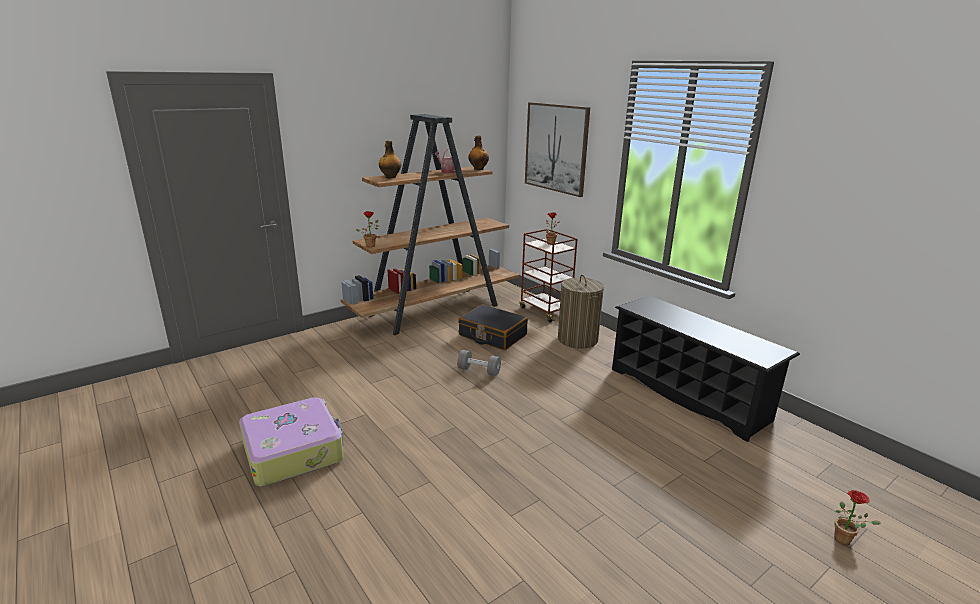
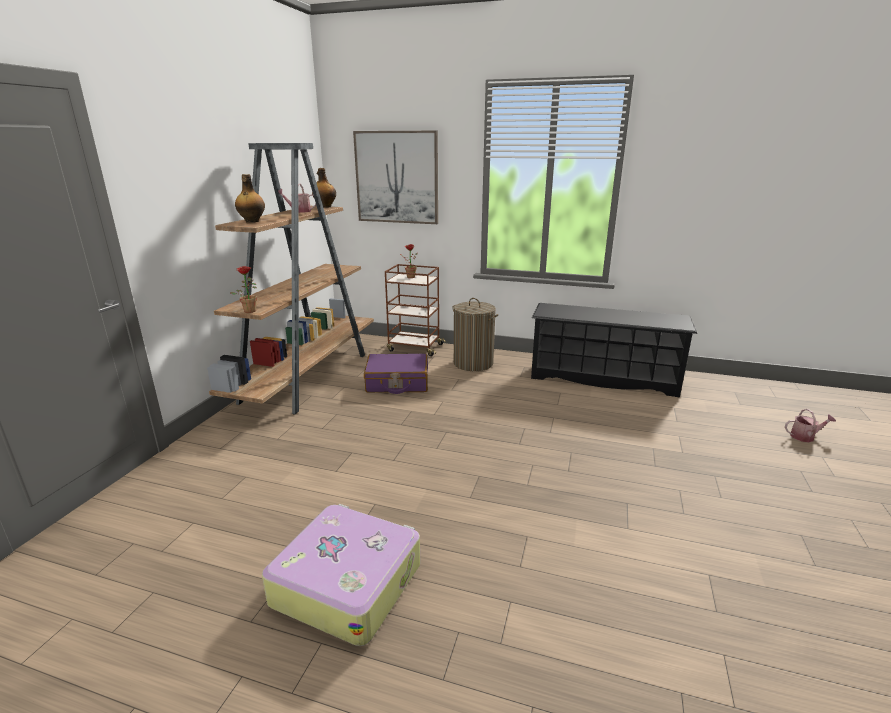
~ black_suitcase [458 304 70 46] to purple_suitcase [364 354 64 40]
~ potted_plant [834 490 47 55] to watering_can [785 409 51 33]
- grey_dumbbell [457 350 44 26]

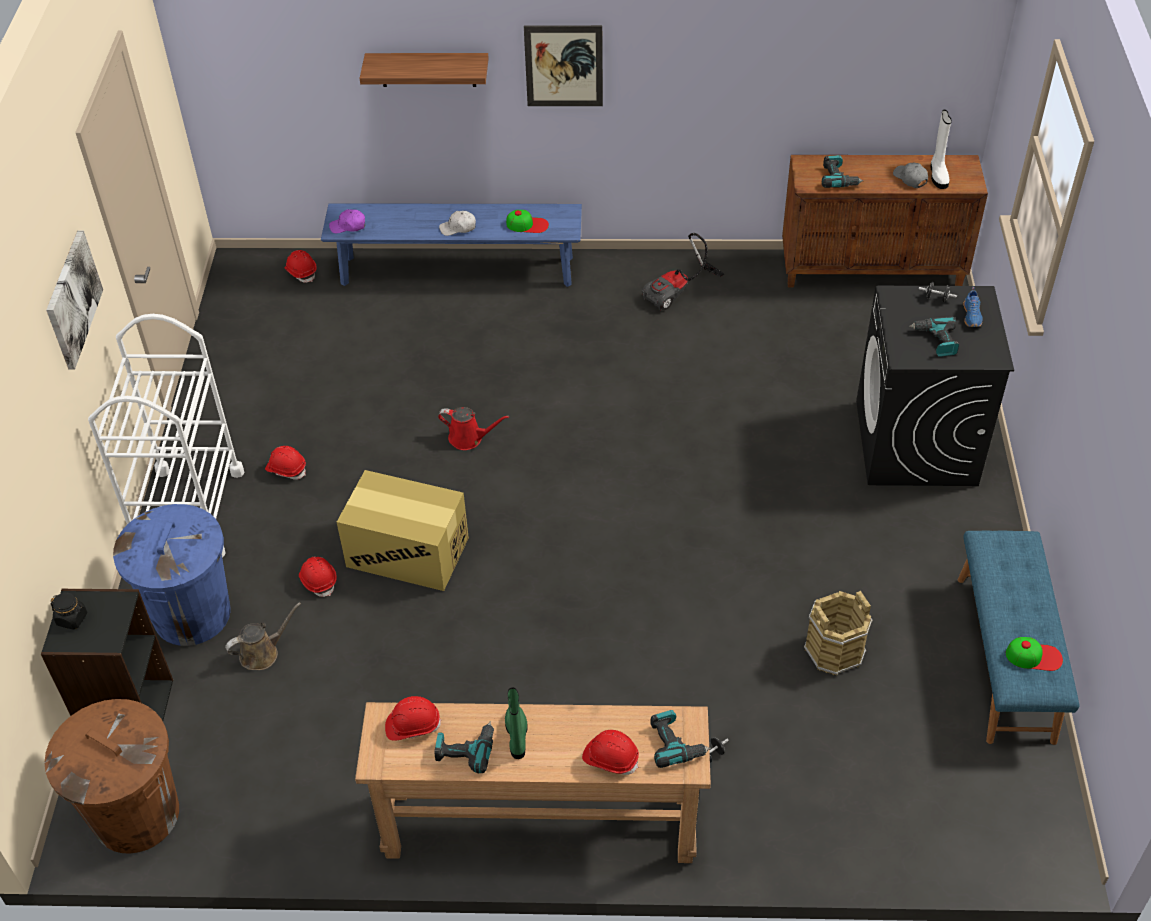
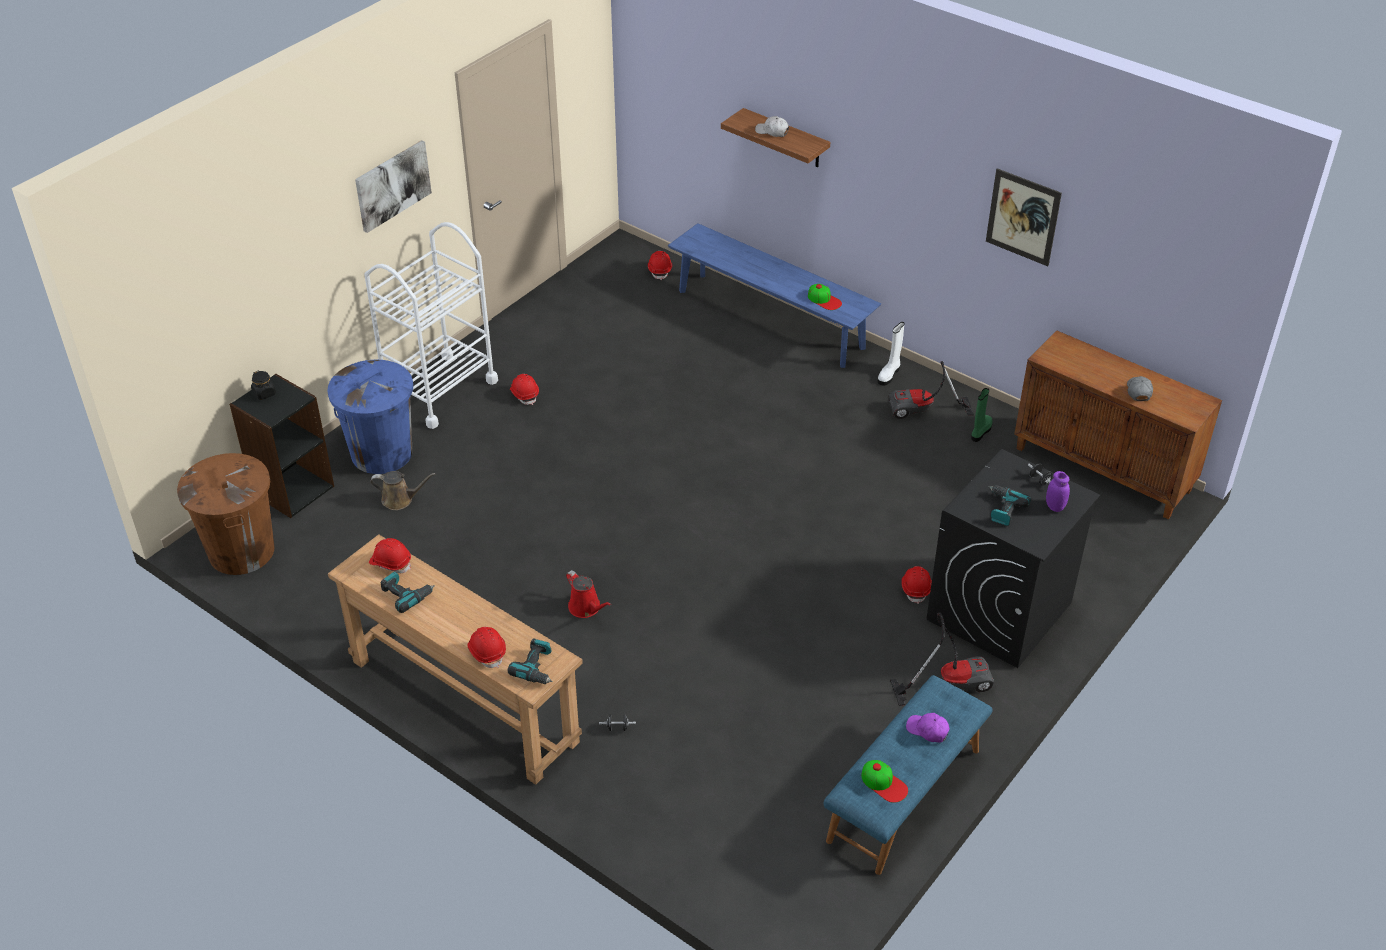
~ red_watering_can [438 407 71 43] to [566 570 45 48]
~ white_cap [439 211 37 25] to [755 116 34 21]
~ white_boot [930 110 22 79] to [878 322 27 64]
+ vacuum_cleaner [890 612 104 94]
~ red_hard_hat [299 557 38 40] to [901 566 31 38]
~ purple_cap [329 209 36 24] to [906 713 44 30]
~ green_boot [505 687 22 72] to [971 388 22 54]
~ picture [524 25 79 81] to [986 168 76 98]
~ blue_shoe [963 287 20 40] to purple_jar [1046 471 24 41]
- cardboard_box [337 470 132 121]
- brown_bucket [804 591 69 84]
- power_drill [822 155 41 33]

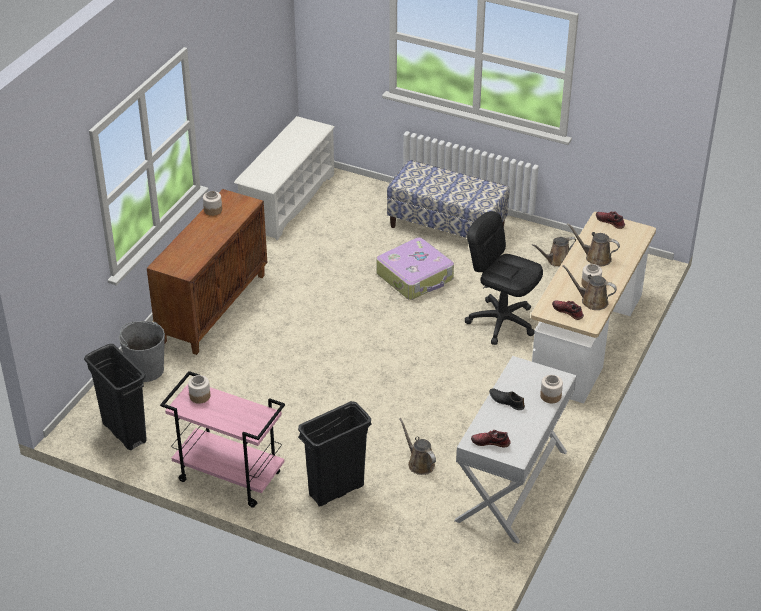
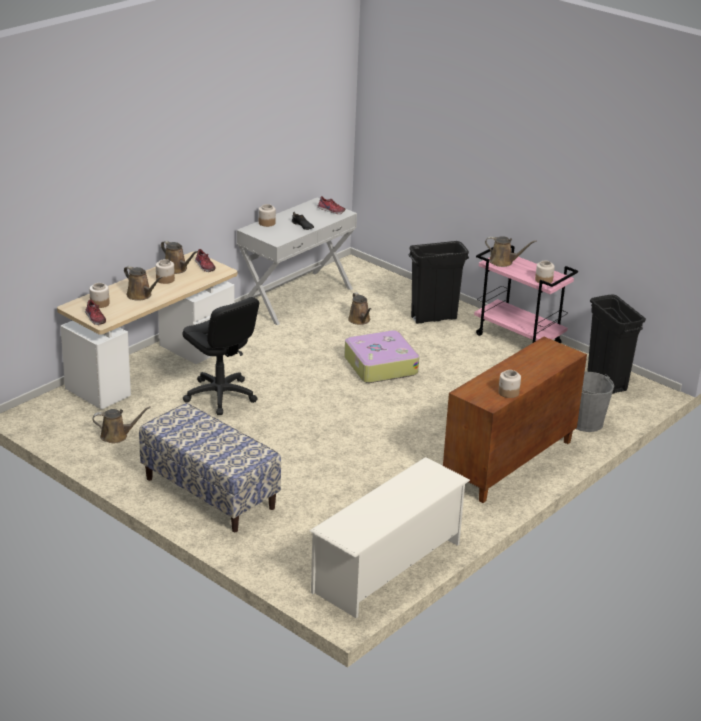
+ jar [89 283 21 25]
~ suitcase [376 237 78 63] to [344 330 75 53]
+ brown_watering_can [485 236 51 31]

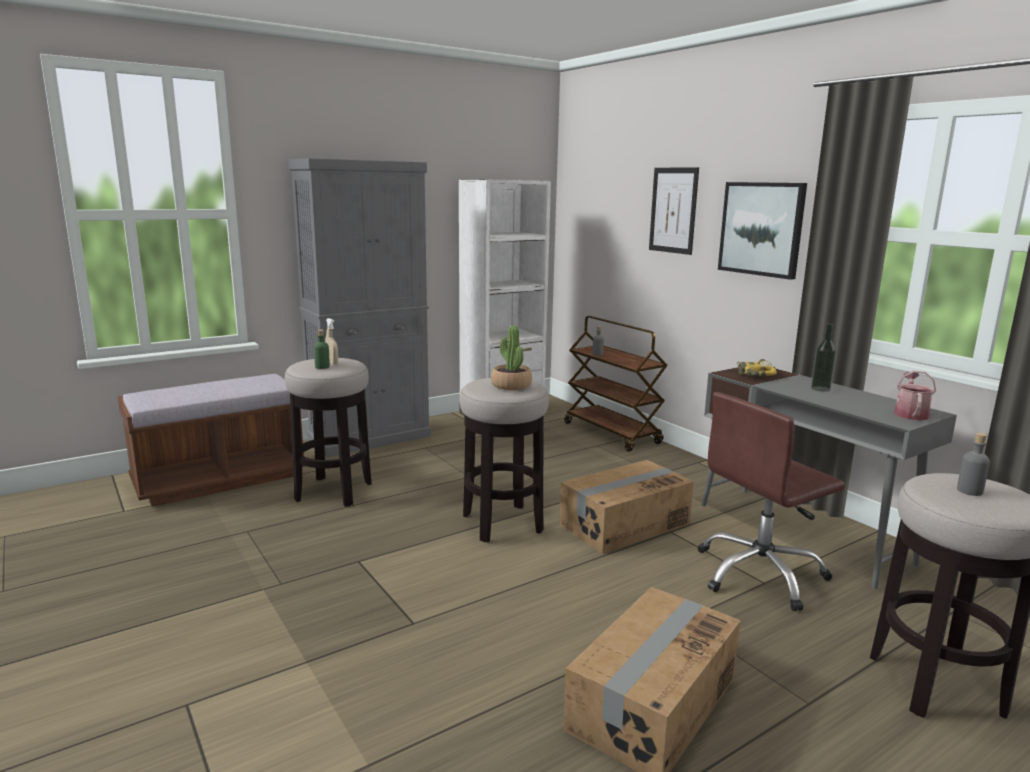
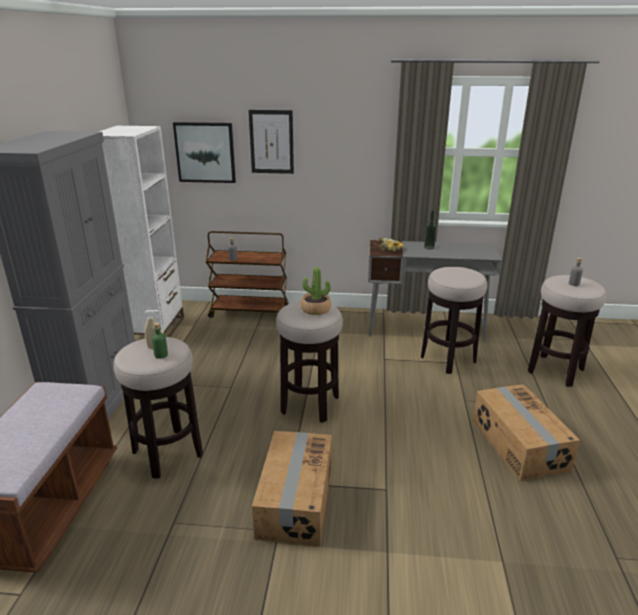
~ picture [718 182 89 98] to [173 122 63 61]
~ cardboard_box [560 460 134 94] to [252 431 80 116]
~ brown_office_chair [697 392 148 219] to stool [421 267 66 107]
- watering_can [894 371 42 49]

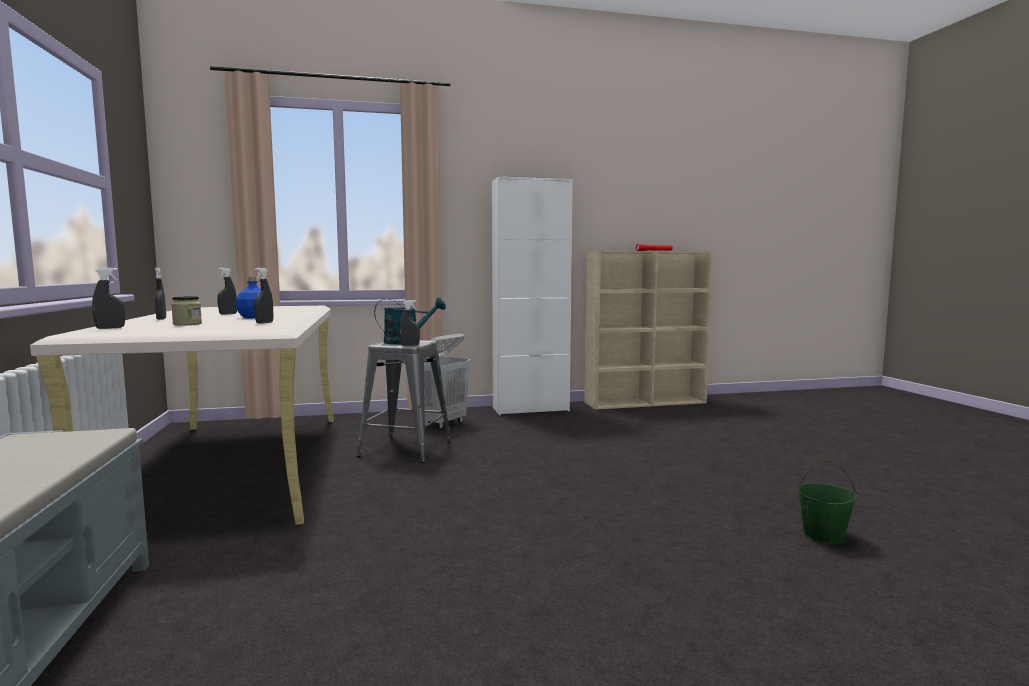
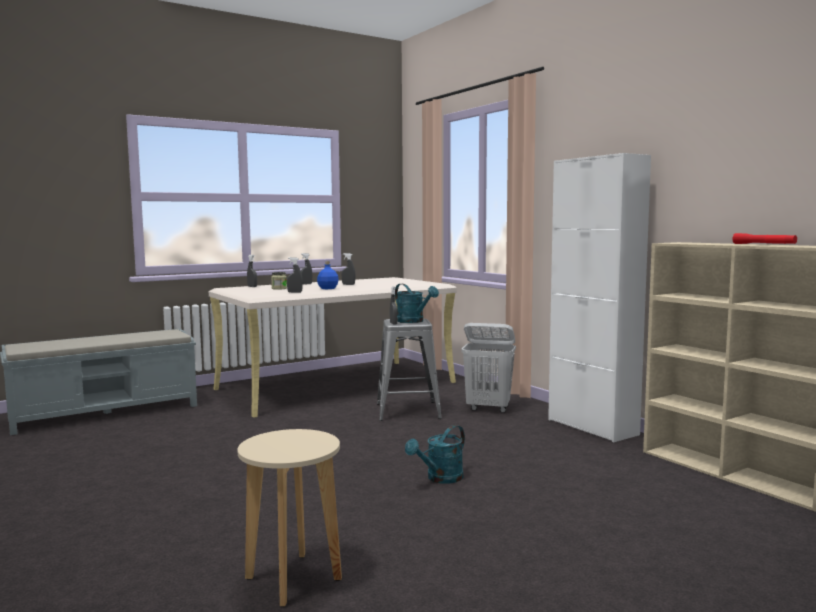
~ green_bucket [798 461 59 83] to beige_stool [237 429 105 178]
+ turquoise_watering_can [405 425 60 59]

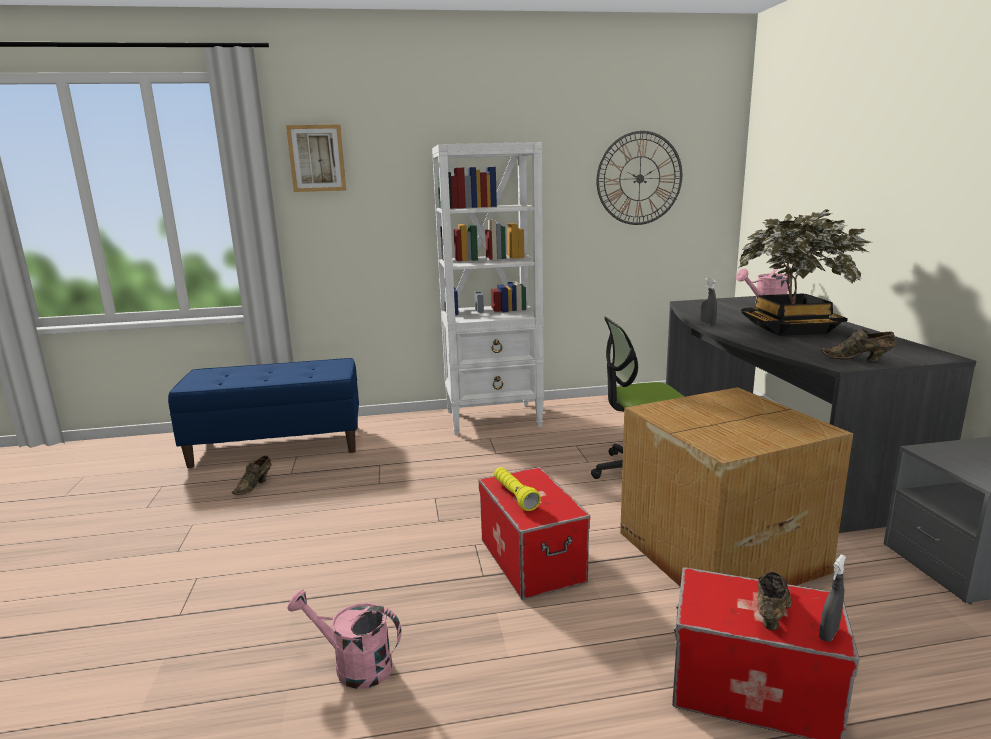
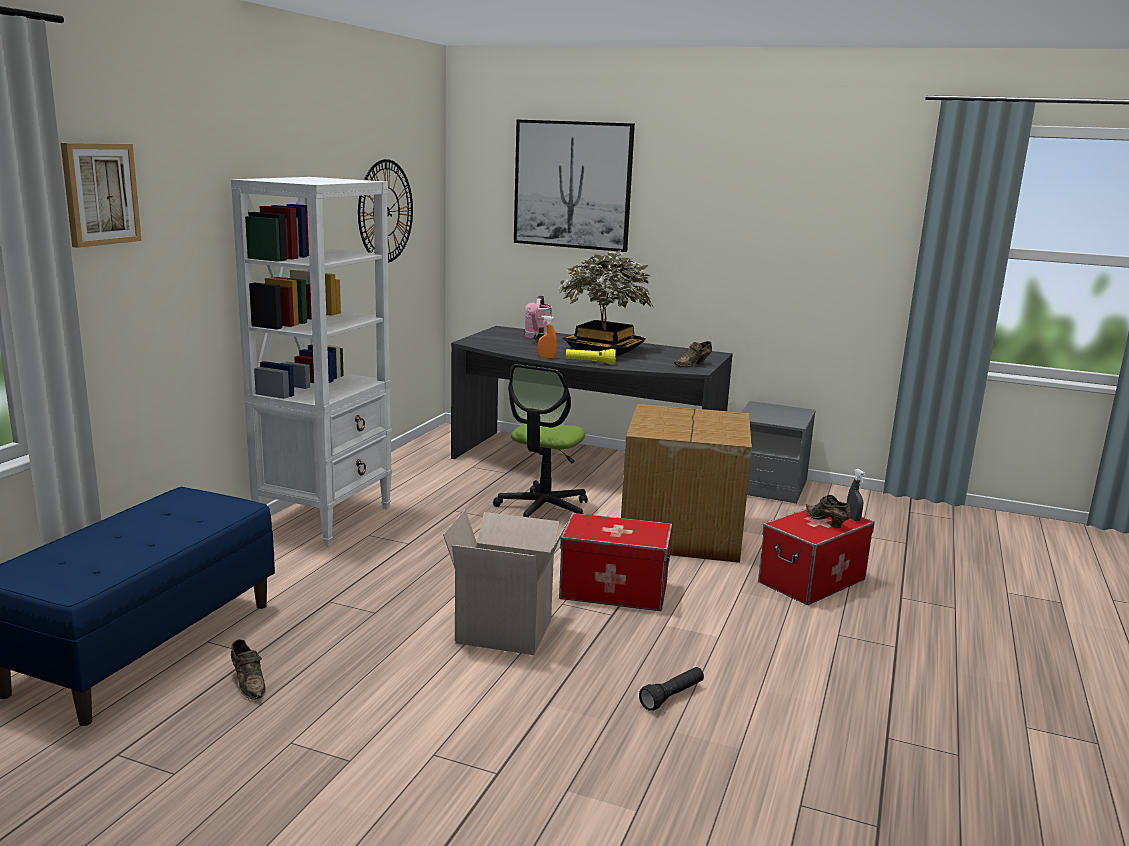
+ cardboard_box [443 509 125 146]
+ picture [514 120 121 132]
~ grey_spray_bottle [701 278 16 47] to orange_spray_bottle [538 316 19 43]
~ yellow_flashlight [494 467 47 44] to [566 349 50 16]
~ pink_watering_can [288 590 113 99] to black_flashlight [639 667 65 44]

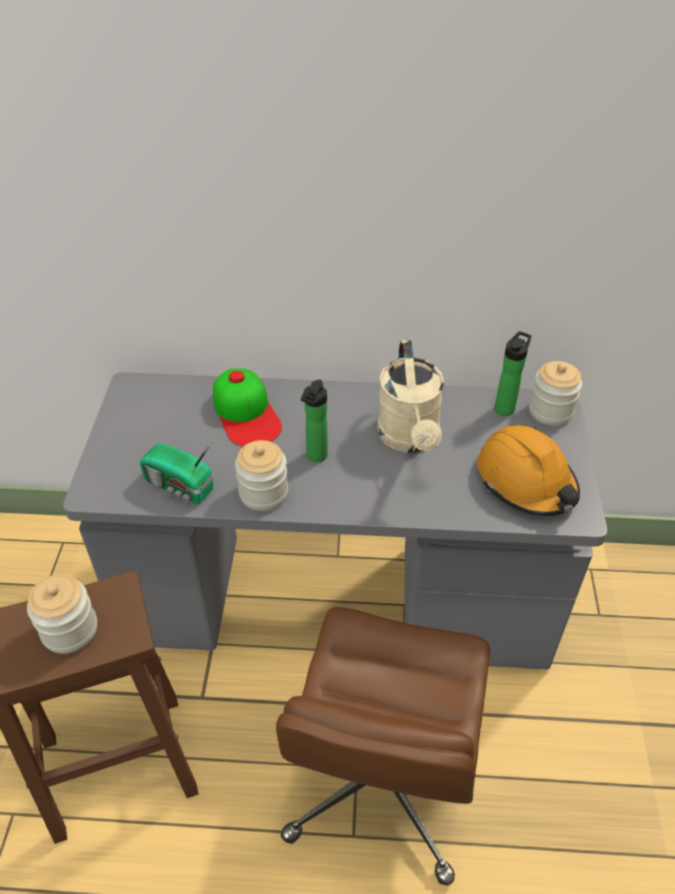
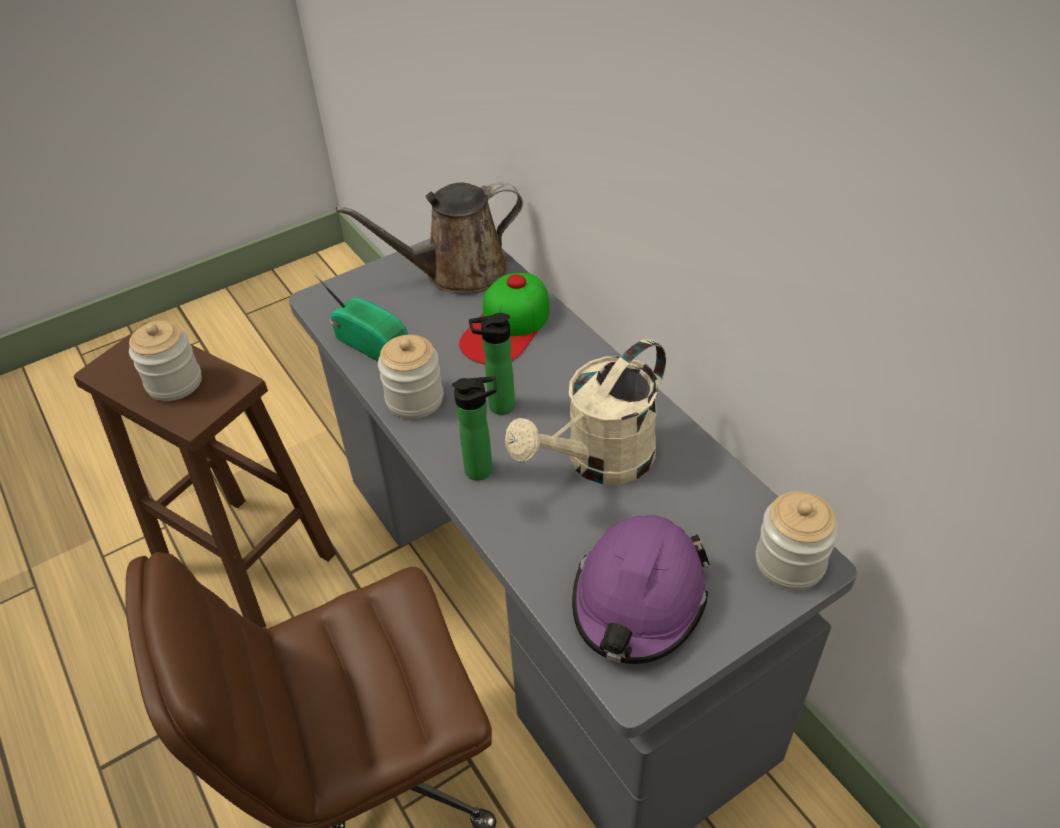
~ radio [140 442 74 62] = [315 275 93 86] 135 degrees clockwise
+ brown_watering_can [336 183 187 110]
~ bottle [495 331 37 85] to [452 376 45 105]
~ orange_hard_hat [477 425 103 91] to purple_hard_hat [572 515 138 149]

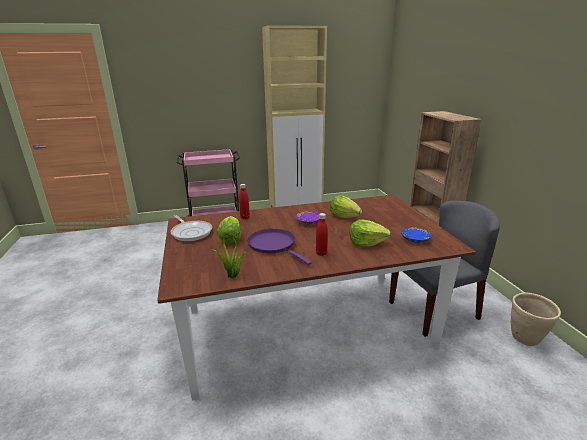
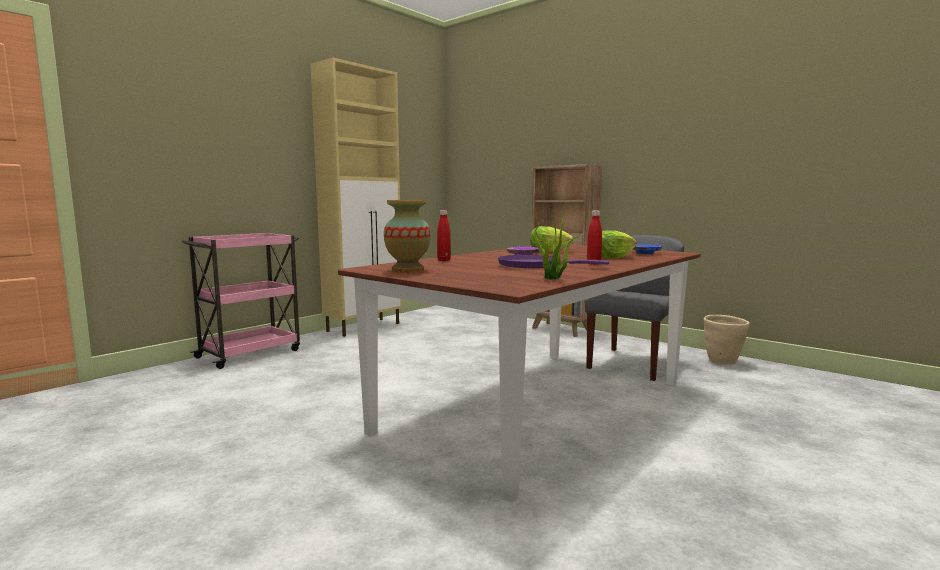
~ frying_pan [171 215 41 26] to vase [384 200 47 73]
- lettuce [217 216 24 28]

